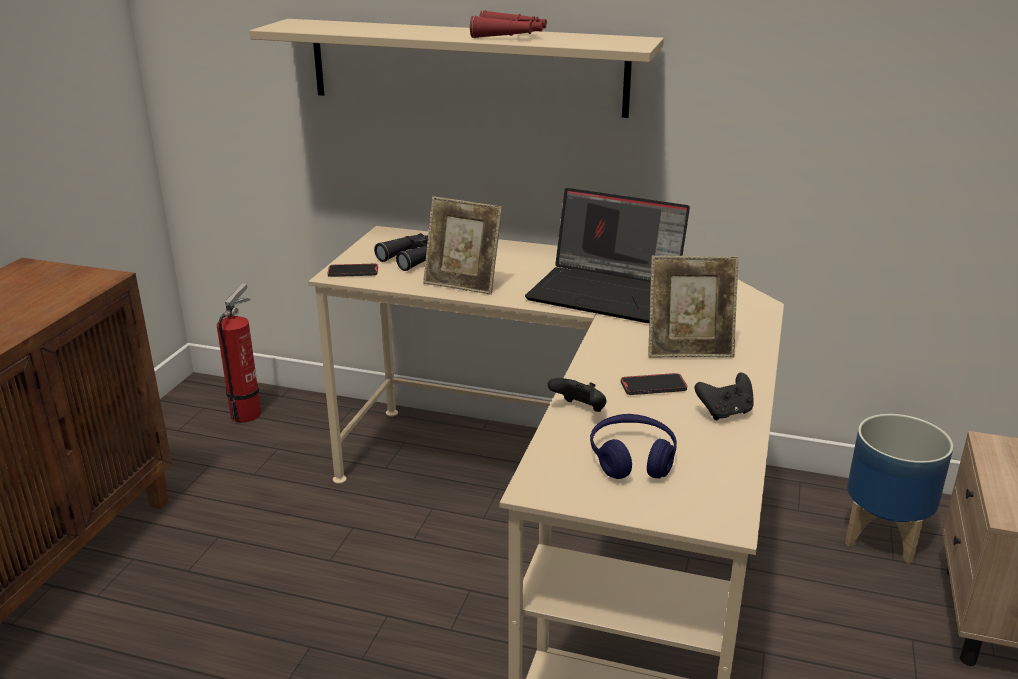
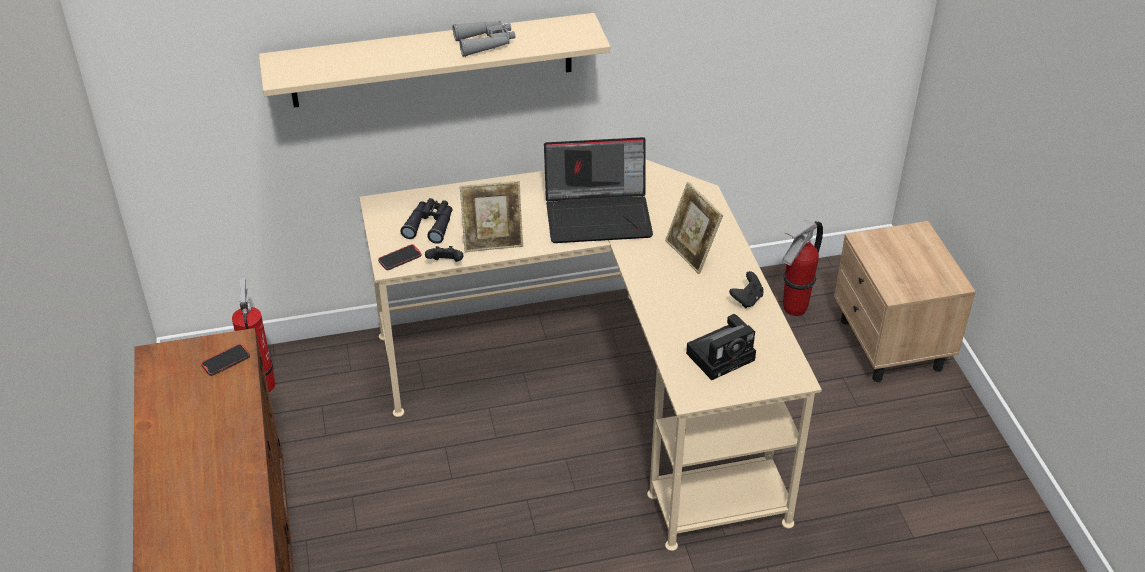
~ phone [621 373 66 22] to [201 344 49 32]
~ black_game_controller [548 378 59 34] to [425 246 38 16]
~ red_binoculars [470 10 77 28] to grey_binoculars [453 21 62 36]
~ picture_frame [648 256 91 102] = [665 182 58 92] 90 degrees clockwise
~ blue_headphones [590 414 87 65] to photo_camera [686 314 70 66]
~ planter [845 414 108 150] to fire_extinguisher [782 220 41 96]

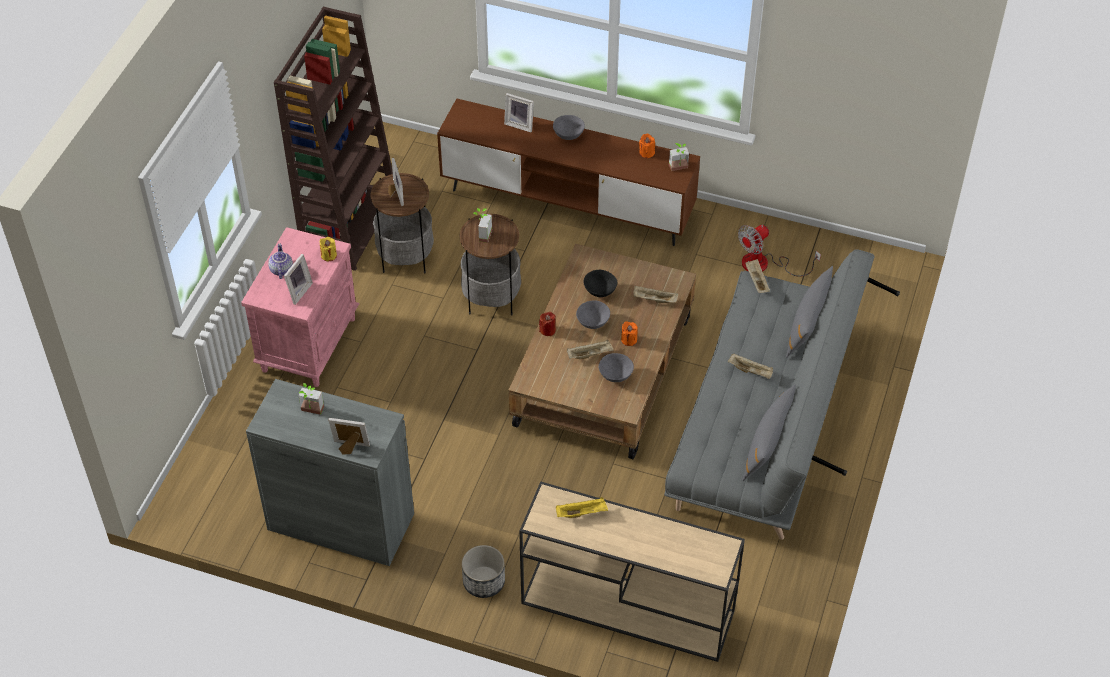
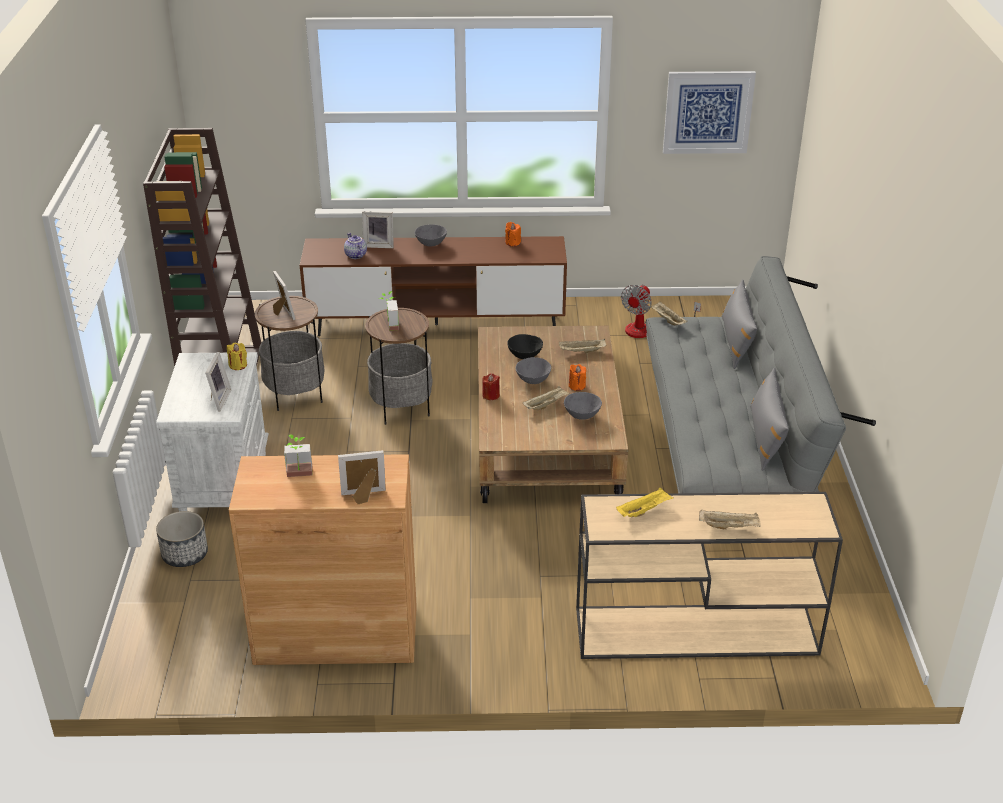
~ pink_nightstand [241 227 118 160] to white_nightstand [156 352 113 159]
~ planter [462 545 43 53] to [156 511 52 56]
~ grey_cabinet [246 379 168 187] to brown_cabinet [229 454 188 211]
~ teapot [268 244 25 35] to [344 233 23 26]
+ picture [663 71 93 83]
~ beige_tray [728 353 45 26] to [699 510 62 20]
- potted_plant [669 143 20 28]

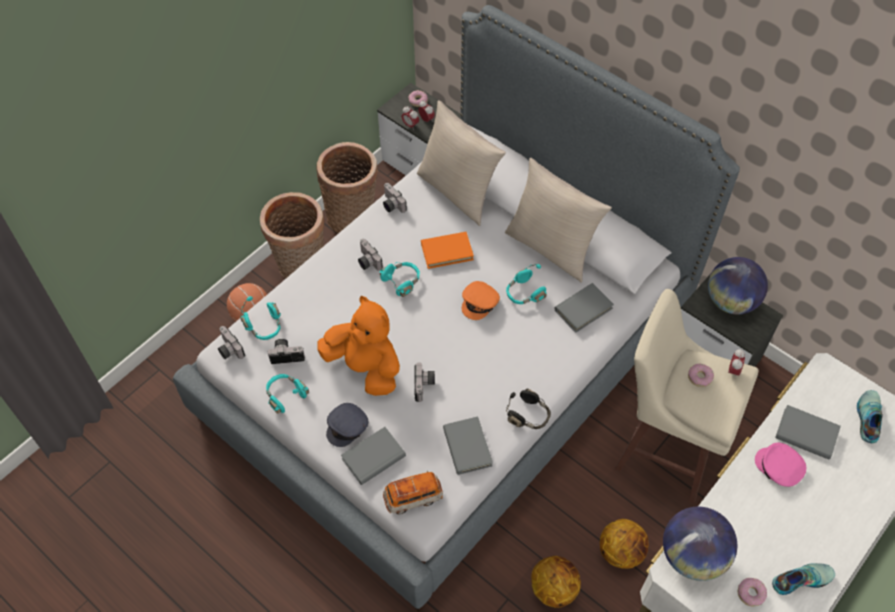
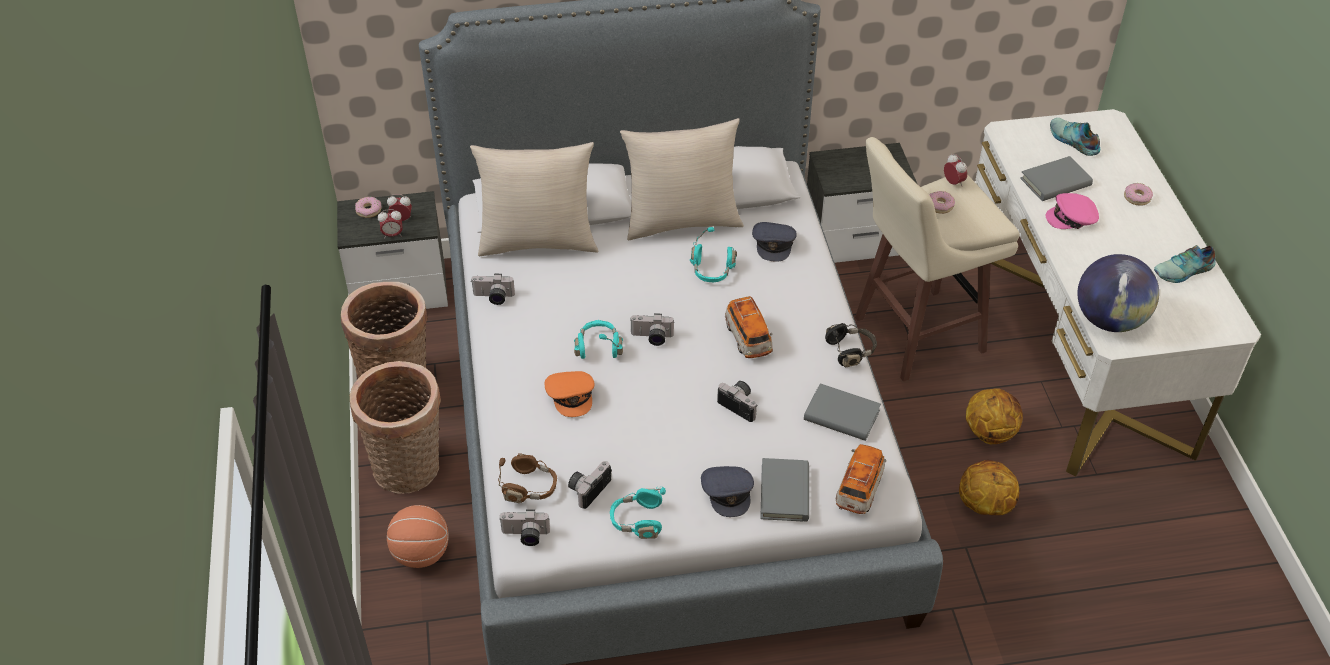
~ turquoise_headphones [240 296 41 44] to brown_headphones [498 453 59 50]
~ orange_cap [462 281 38 39] to [544 371 50 46]
~ photo_camera [358 239 25 32] to [630 313 45 33]
+ toy_car [725 296 48 62]
~ grey_book [554 283 60 50] to grey_cap [752 222 45 40]
~ donut [738 578 29 29] to [1124 183 29 22]
~ shoe [772 563 63 32] = [1154 245 62 38] 135 degrees counterclockwise
- orange_plush_toy [317 296 83 100]
- orange_book [421 232 53 37]
- globe [708 257 60 58]

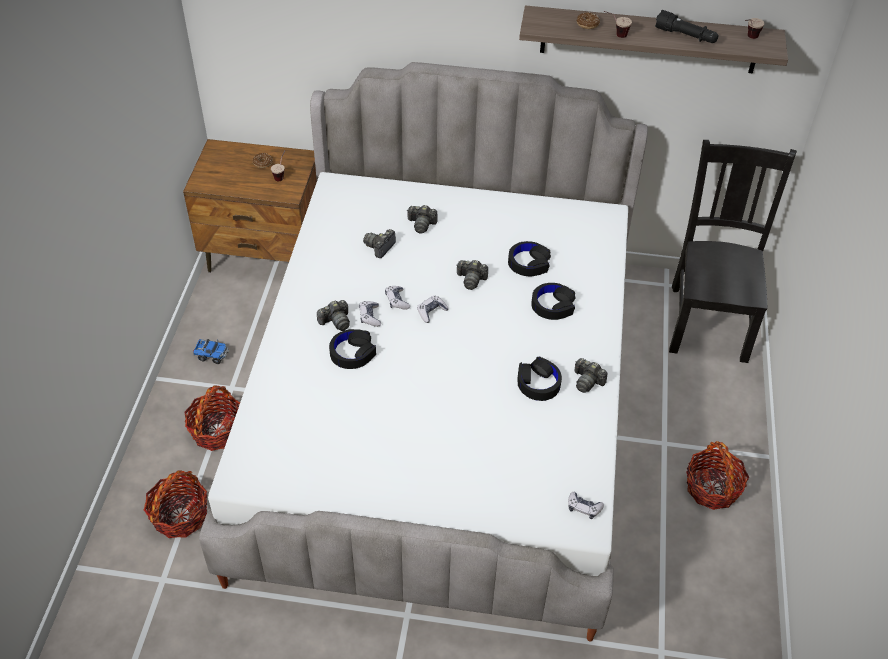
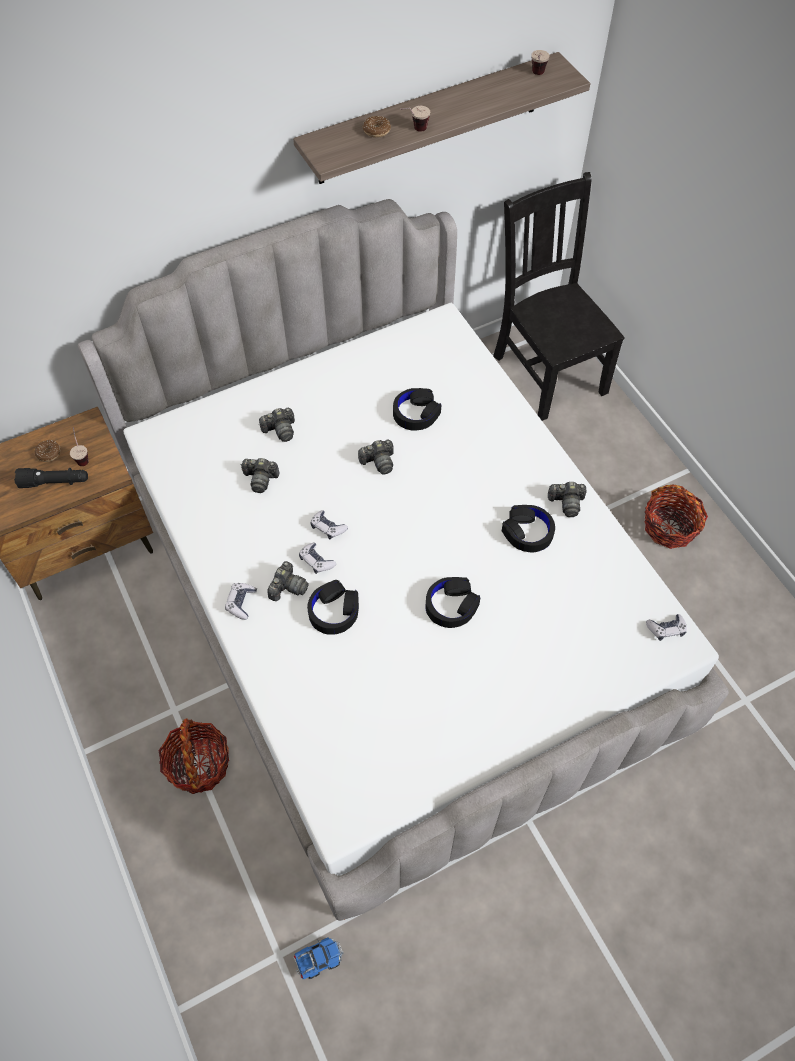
~ black_flashlight [655 10 64 33] to [14 468 74 20]
~ game_controller [417 295 32 28] to [225 583 32 37]
~ photo_camera [363 229 33 29] = [241 458 39 35] 75 degrees counterclockwise
~ toy_truck [193 339 36 25] to [294 938 50 42]
~ black_headphones [531 283 45 37] to [426 577 54 51]
- basket [144 470 63 68]

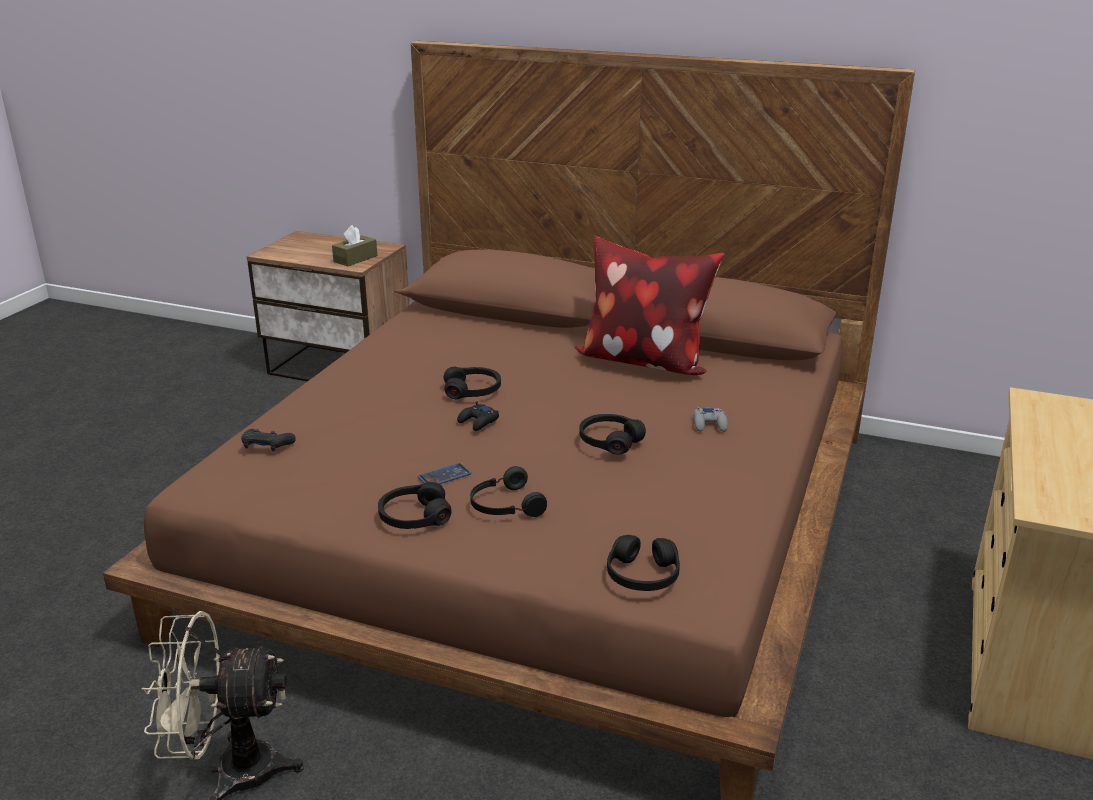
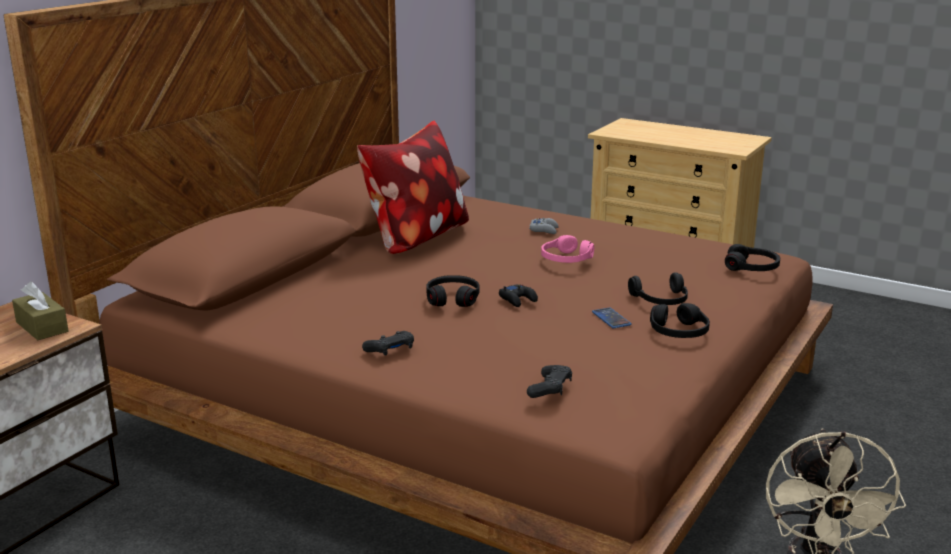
+ black_game_controller [362 331 52 25]
~ black_headphones [579 414 67 40] to pink_headphones [541 235 53 28]

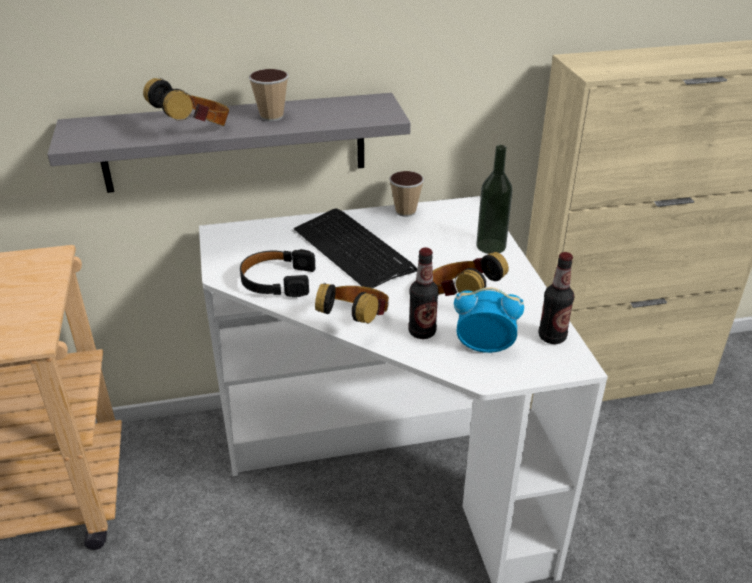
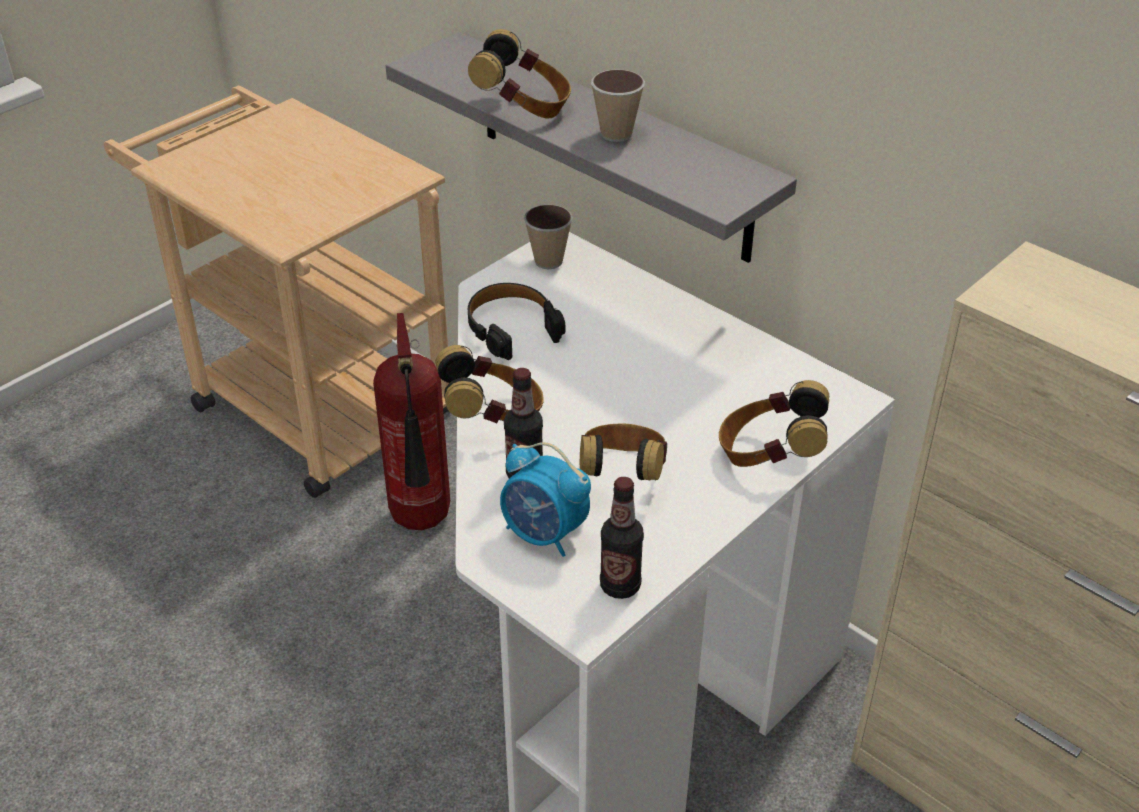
+ fire_extinguisher [373 313 77 217]
~ alarm_clock [454 287 70 66] = [500 442 91 115] 150 degrees clockwise
~ cup [389 171 35 46] to [524 205 49 64]
~ bottle [476 145 37 109] to headphones [719 380 110 87]
- keyboard [294 209 123 79]

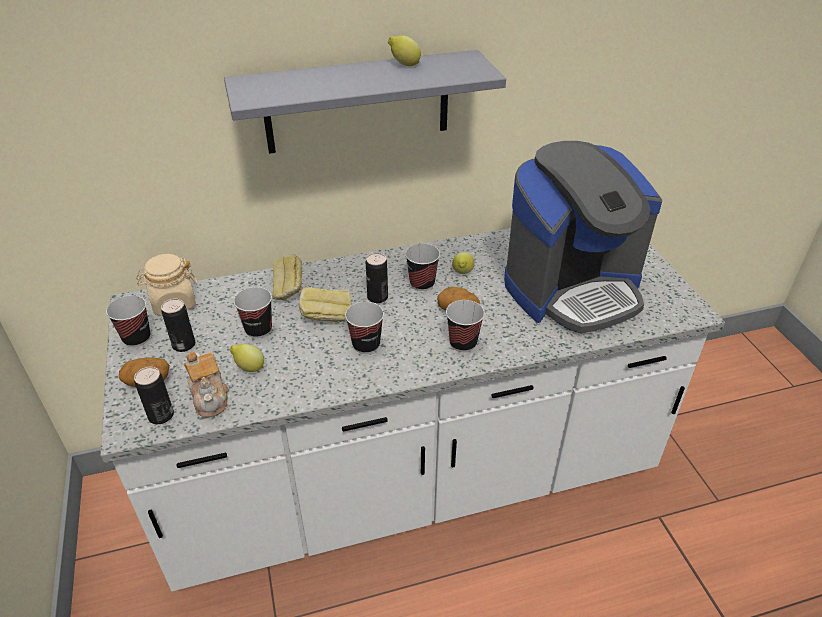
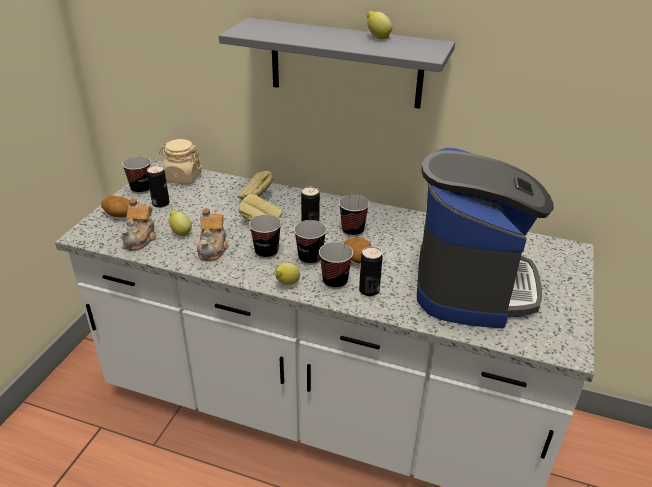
+ teapot [197 208 32 53]
~ lemon [452 252 23 22] to [274 263 26 22]
~ cup [234 287 38 51] to [294 220 33 45]
~ can [134 367 40 57] to [359 246 24 50]
~ coffee_machine [504 141 158 192] = [417 148 137 180] 90 degrees counterclockwise

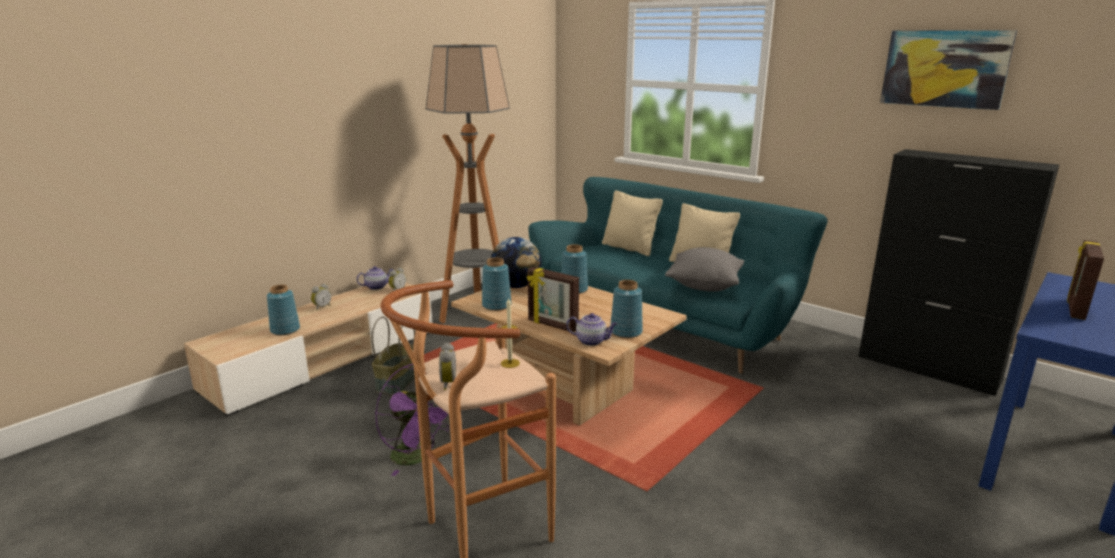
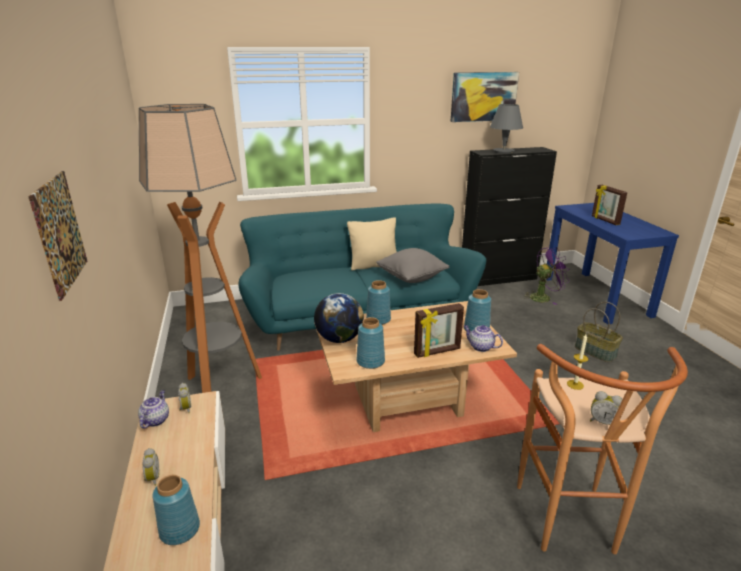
+ picture [28 171 59 130]
~ teapot [566 313 51 33] = [464 325 39 27] 105 degrees counterclockwise
+ grey_table_lamp [490 104 33 49]
~ purple_fan [375 364 73 112] to [523 247 47 58]
~ basket [372 317 43 78] to [575 302 48 60]
- beige_pillow [602 190 61 66]

